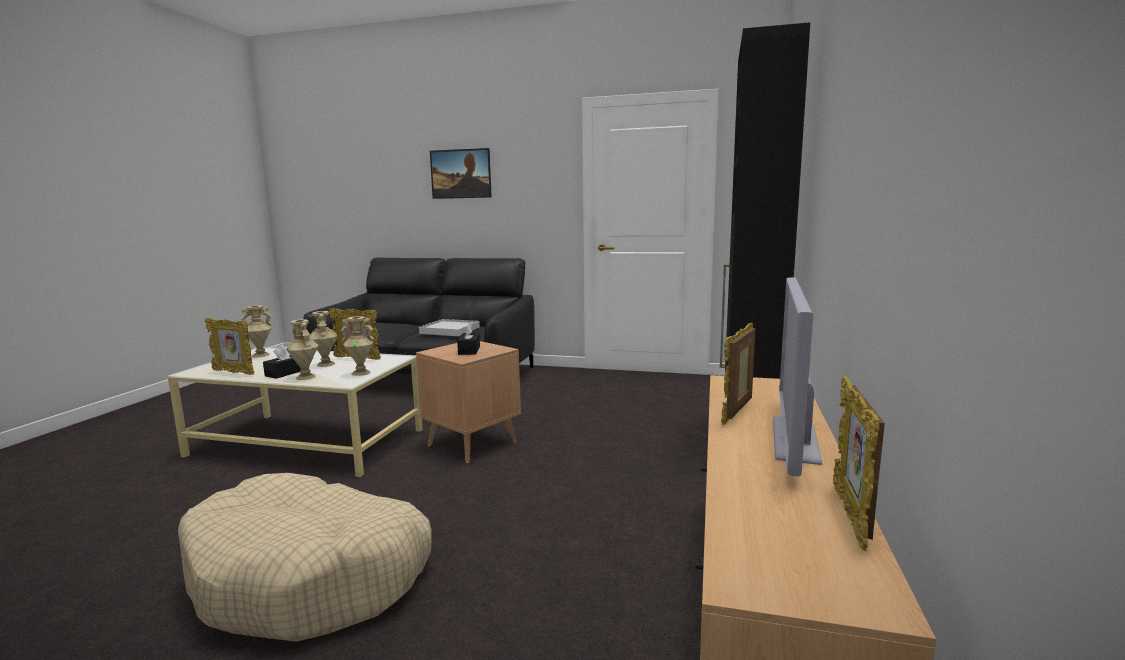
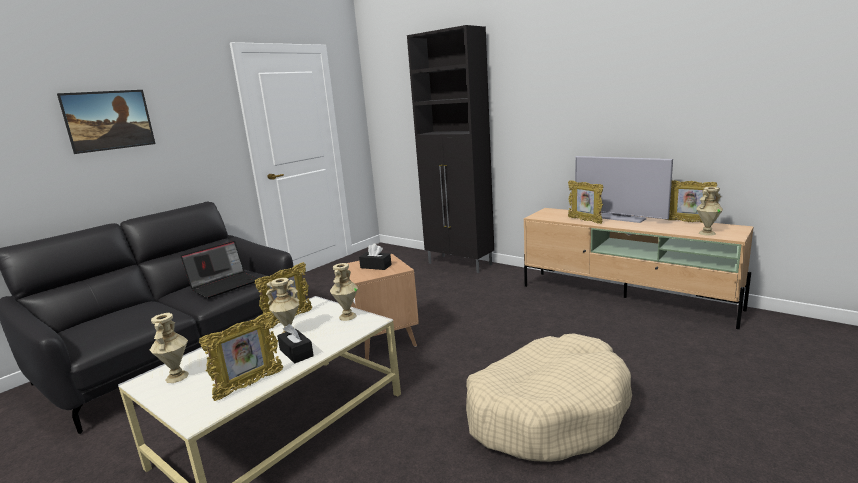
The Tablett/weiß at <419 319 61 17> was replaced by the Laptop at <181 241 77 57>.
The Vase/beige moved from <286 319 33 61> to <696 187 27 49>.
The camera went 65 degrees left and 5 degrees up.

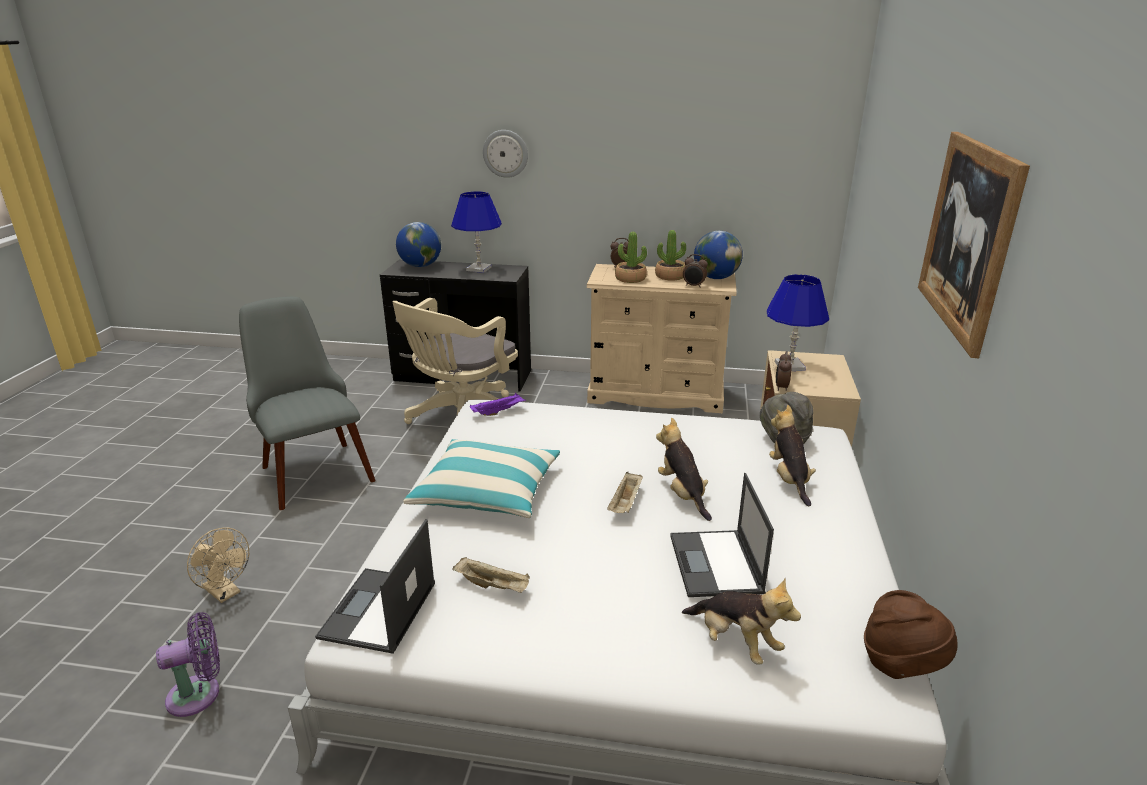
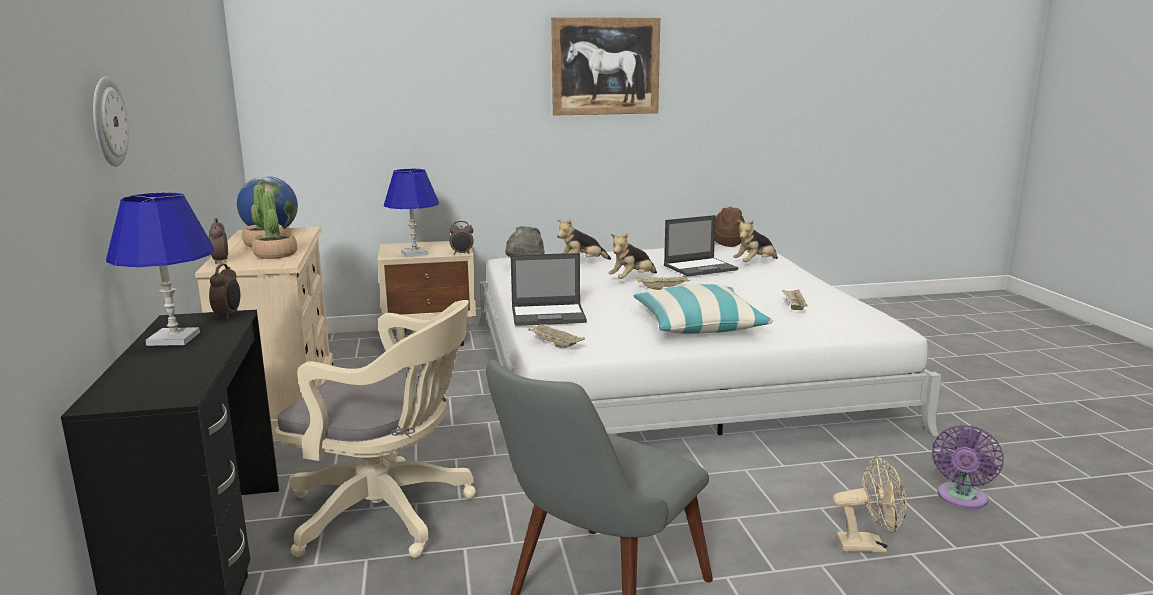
The Wecker moved from <683 254 25 34> to <209 264 31 55>.
The Laptop moved from <315 519 120 135> to <511 253 76 73>.
The Tablett/lila at <470 393 56 23> became the Tablett/beige at <528 323 57 25>.
The Plüschtier at <682 578 119 87> turned 150 degrees counterclockwise.
The Ventilator/beige at <187 527 62 76> turned 75 degrees clockwise.
The Ventilator/lila at <156 612 64 105> turned 105 degrees counterclockwise.
The Globus at <396 222 45 45> disappeared.
The camera went 110 degrees left and 10 degrees down.

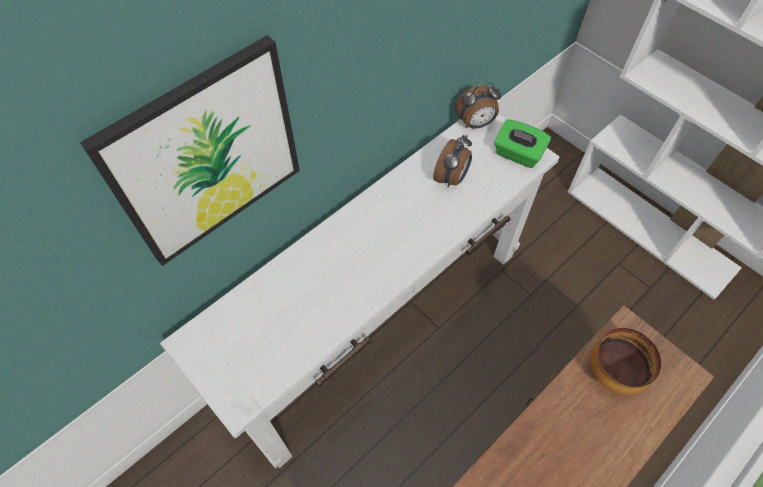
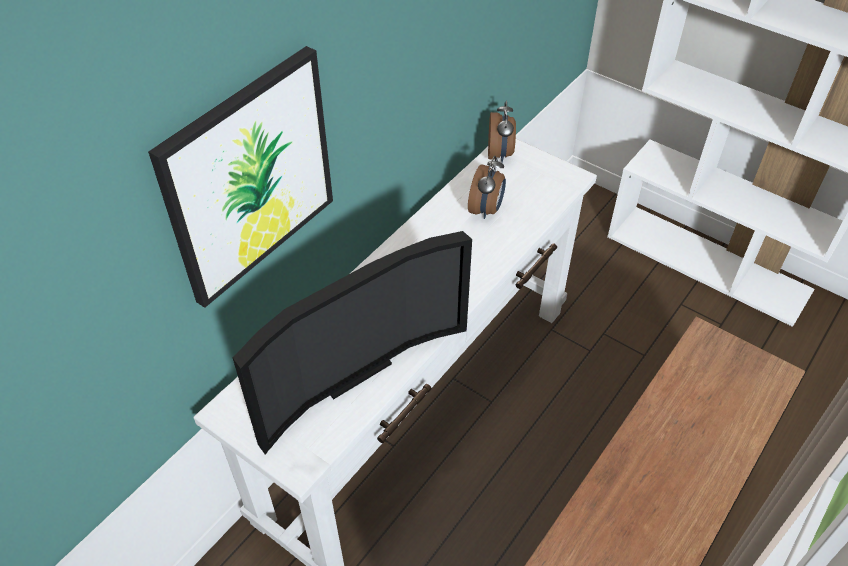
The Fernseher at <233 231 239 223> appeared.
The Wecker at <455 83 46 46> turned 60 degrees counterclockwise.
The Taschentuchbox/grün at <494 120 57 48> disappeared.
The Schüssel at <590 328 71 67> disappeared.
The camera went 10 degrees left and 10 degrees down.

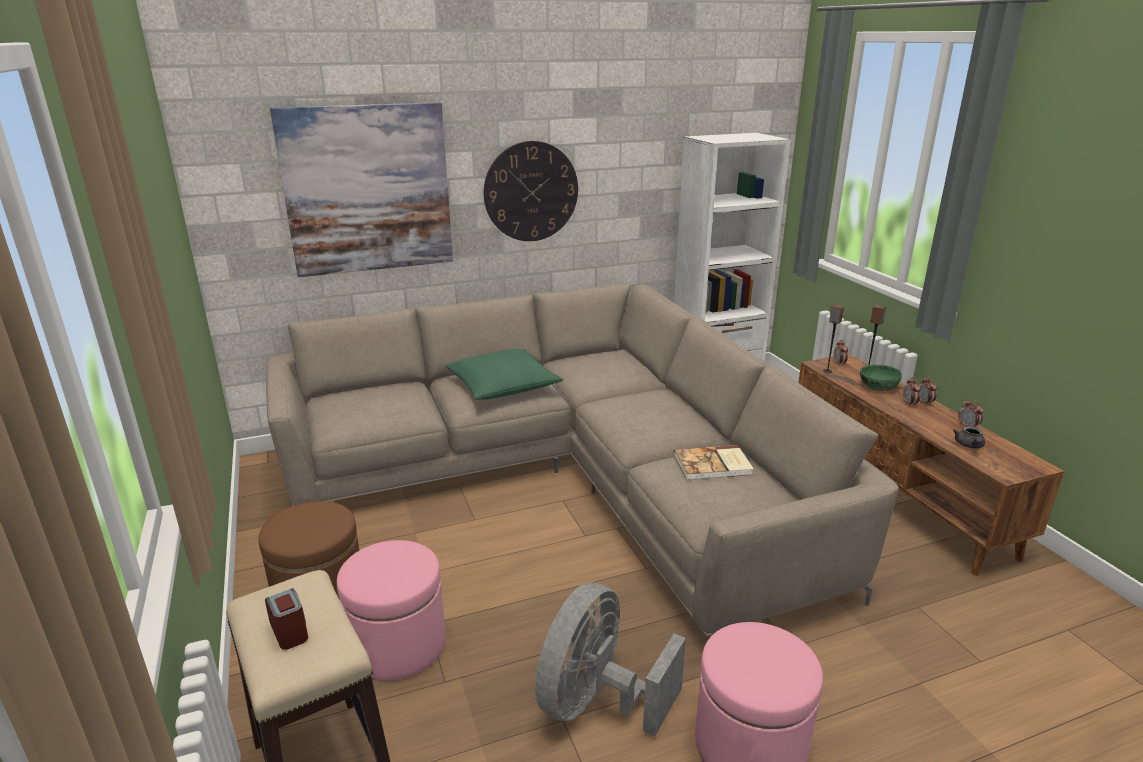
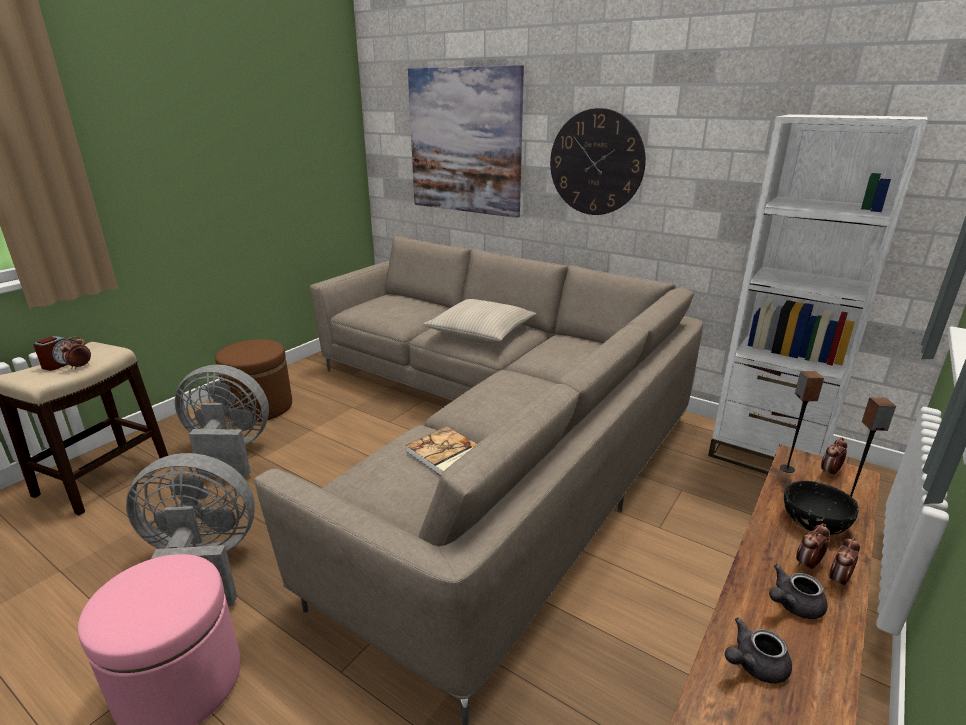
The Wecker moved from <958 399 26 28> to <60 336 31 33>.
The Polsterhocker/rosa at <337 540 109 140> was replaced by the Ventilator/grau at <175 365 94 113>.
The Kissen/grün at <445 349 118 51> became the Kissen/beige at <423 299 113 43>.
The Teekanne/grau at <769 564 59 55> appeared.
The Schüssel/grün at <860 365 42 26> became the Schüssel/schwarz at <784 481 75 54>.
The camera went 55 degrees right and 0 degrees up.

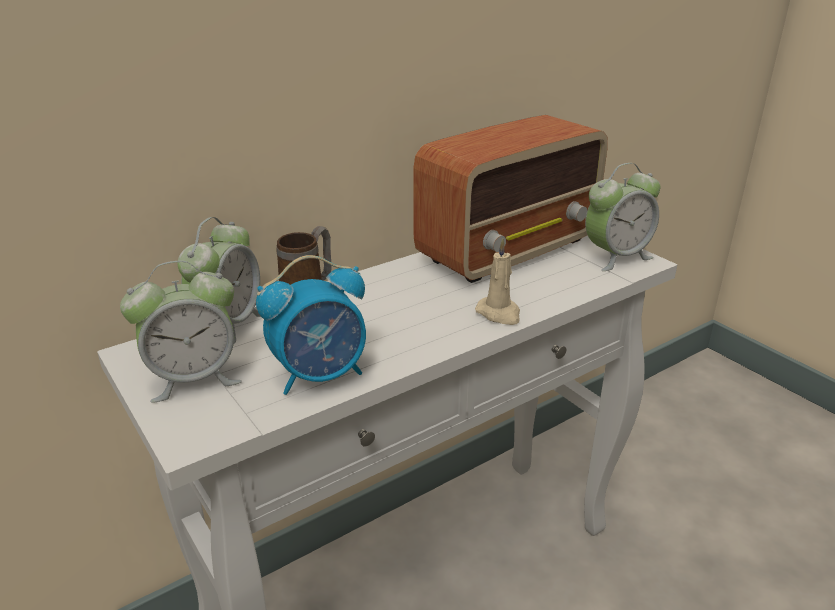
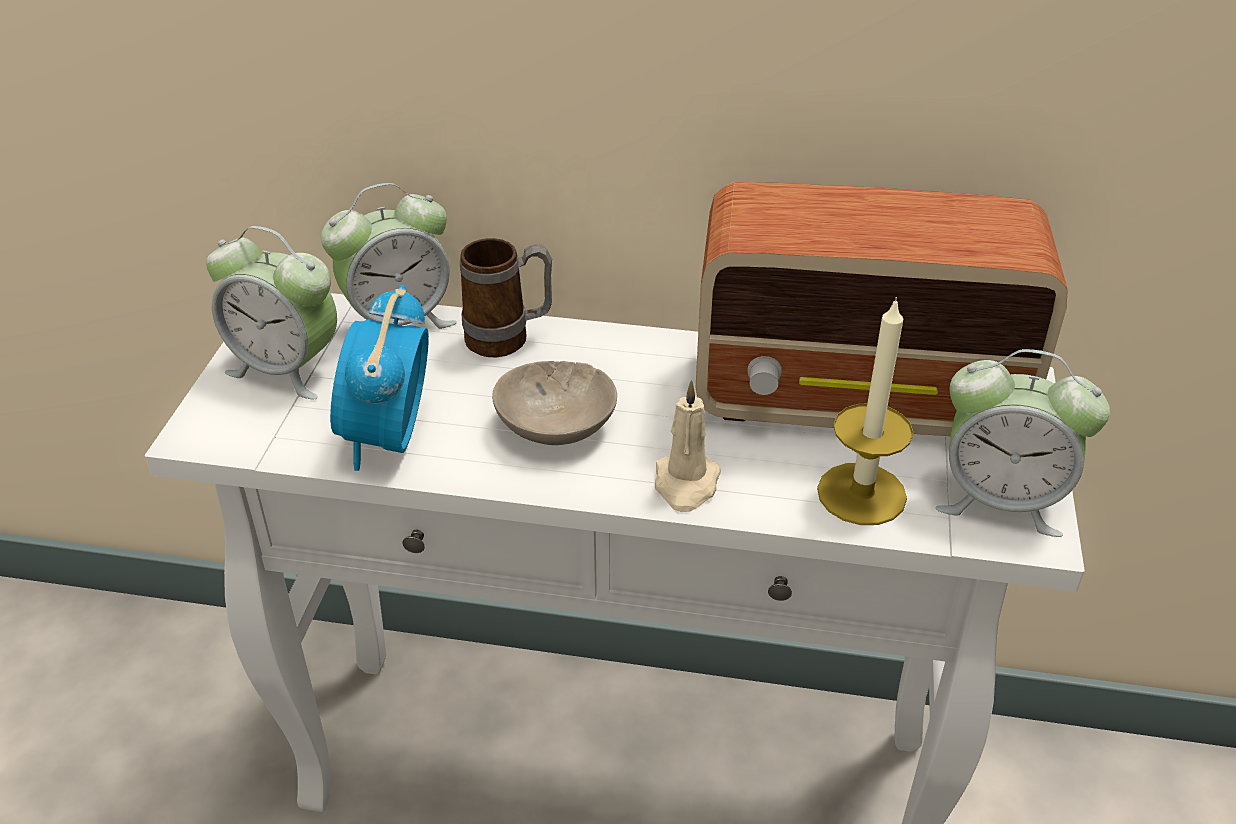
The Wecker at <256 255 110 140> turned 75 degrees clockwise.
The Schüssel/beige at <492 361 125 84> appeared.
The Kerze at <817 297 96 228> appeared.
The camera went 45 degrees right and 10 degrees up.

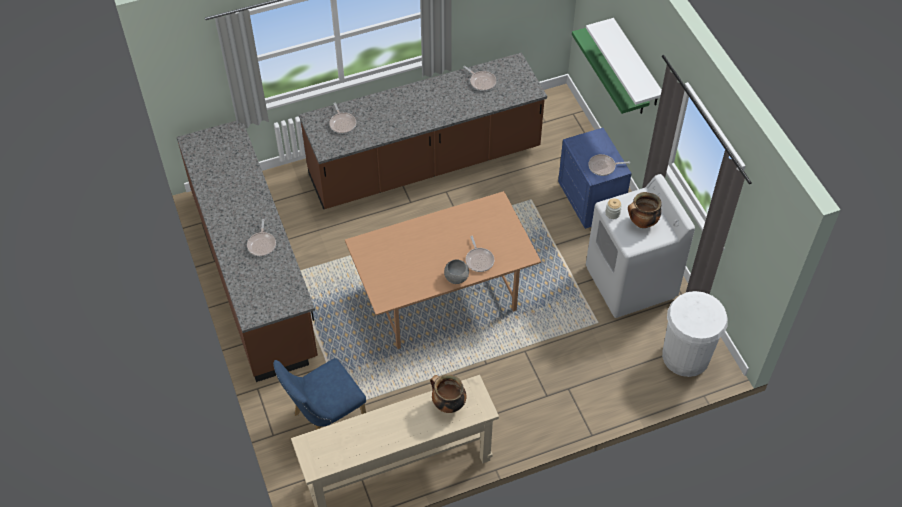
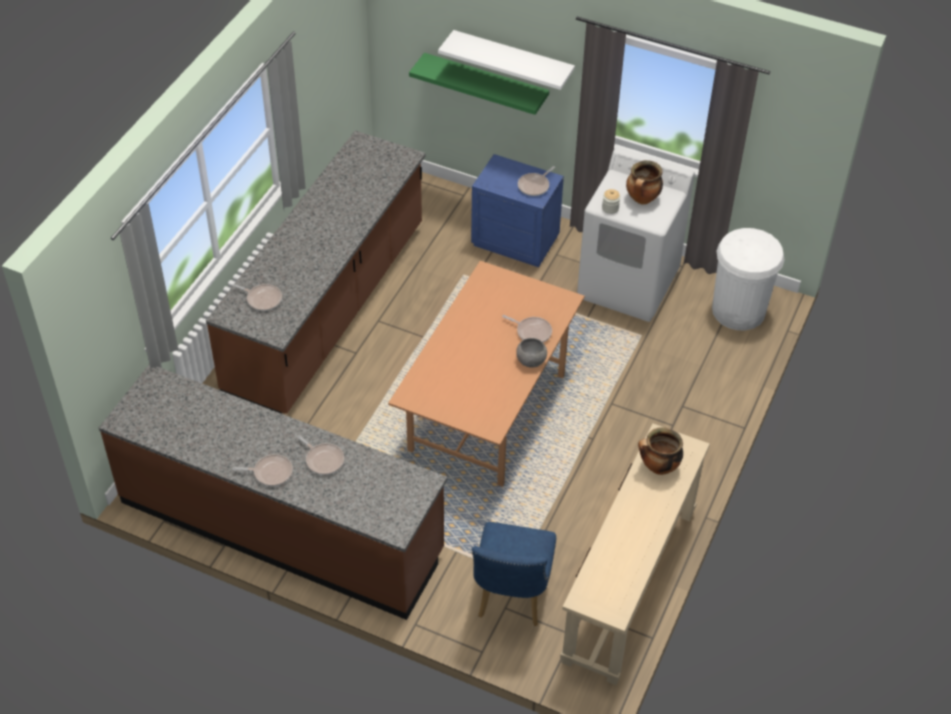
The Pfanne moved from <463 66 33 25> to <232 454 61 32>.
The camera went 45 degrees left and 5 degrees down.

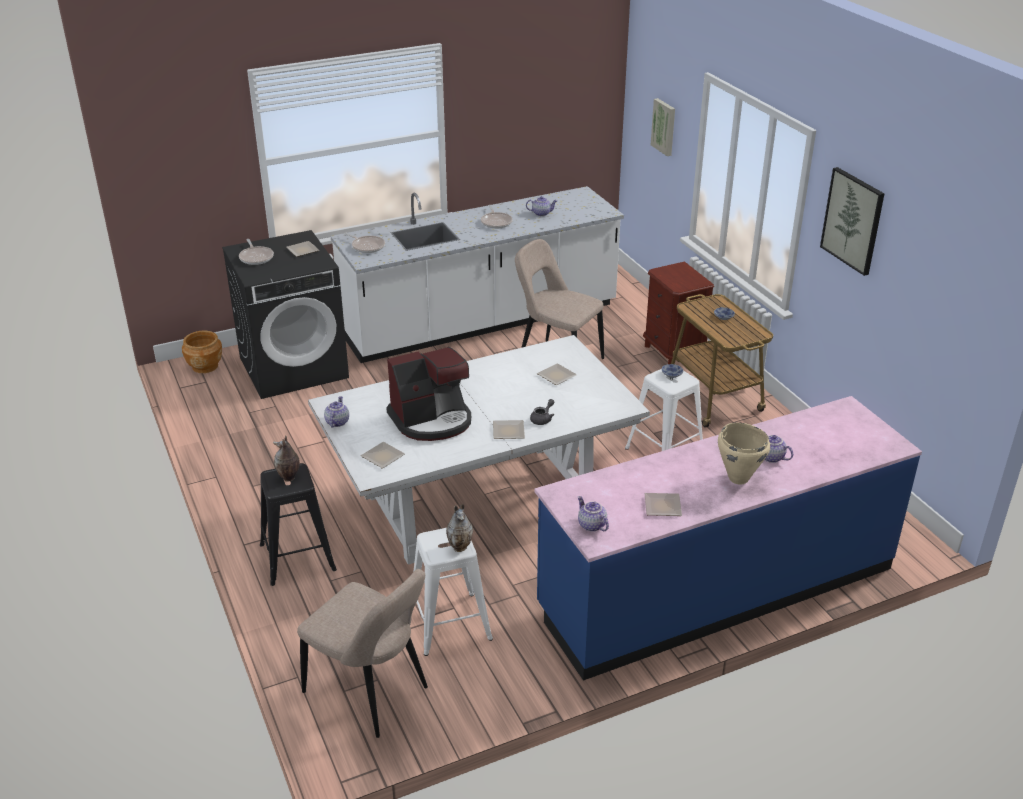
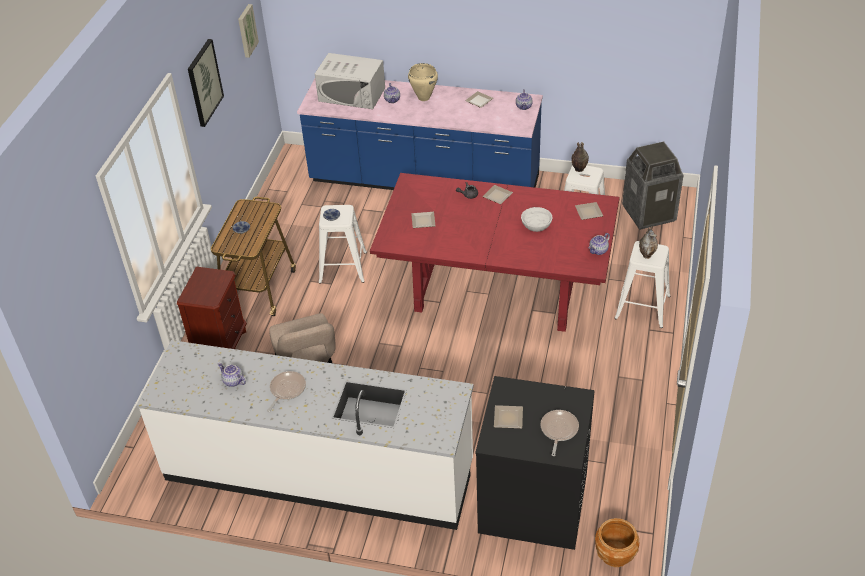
The Bild moved from <651 98 24 58> to <238 4 21 54>.
The Mikrowelle/weiß at <315 53 70 56> appeared.
The Esstisch/weiß at <308 335 342 230> became the Esstisch/rot at <370 173 250 159>.
The Kaffeemaschine at <386 347 85 94> was replaced by the Schüssel/weiß at <521 207 31 25>.
The Hocker/schwarz at <260 463 77 123> became the Hocker/weiß at <614 241 56 87>.
The Stuhl/beige at <297 569 131 169> was replaced by the Mülleimer at <622 141 62 89>.
The Pfanne at <343 232 42 21> disappeared.
The camera went 140 degrees left and 10 degrees up.

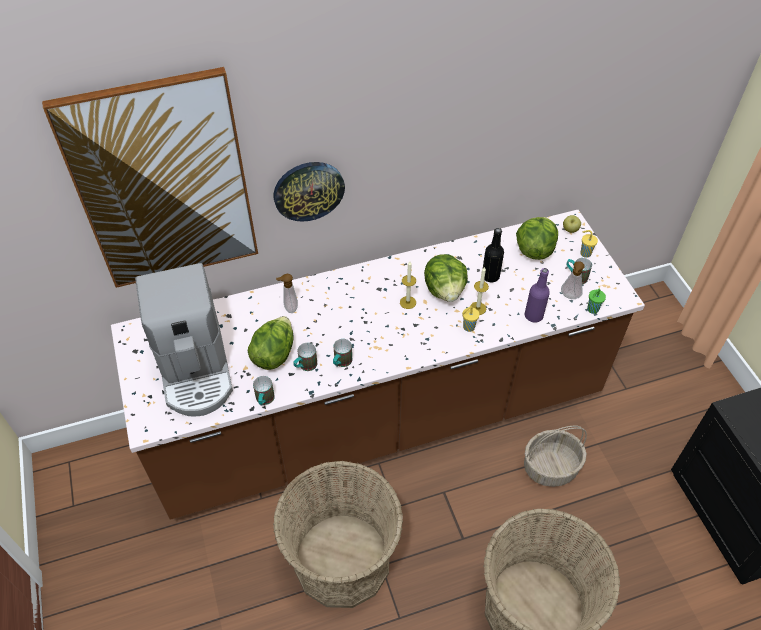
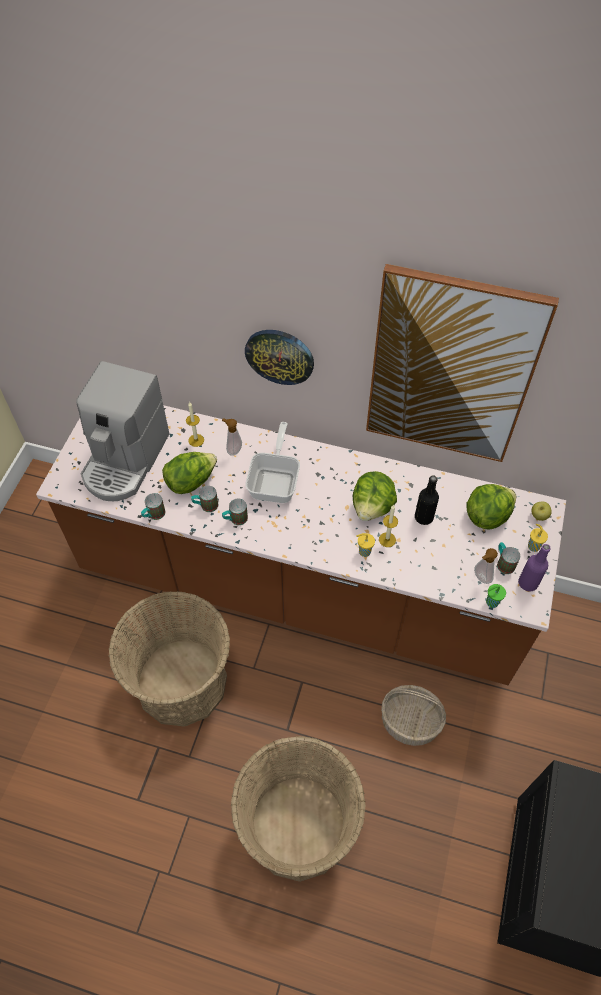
The Kerze moved from <400 261 16 48> to <186 402 18 45>.
The Pfanne at <245 422 55 81> appeared.
The Bild moved from <42 67 216 221> to <366 264 193 198>.
The Flasche/lila moved from <525 268 25 55> to <518 544 33 47>.
The camera went 35 degrees right and 5 degrees up.

